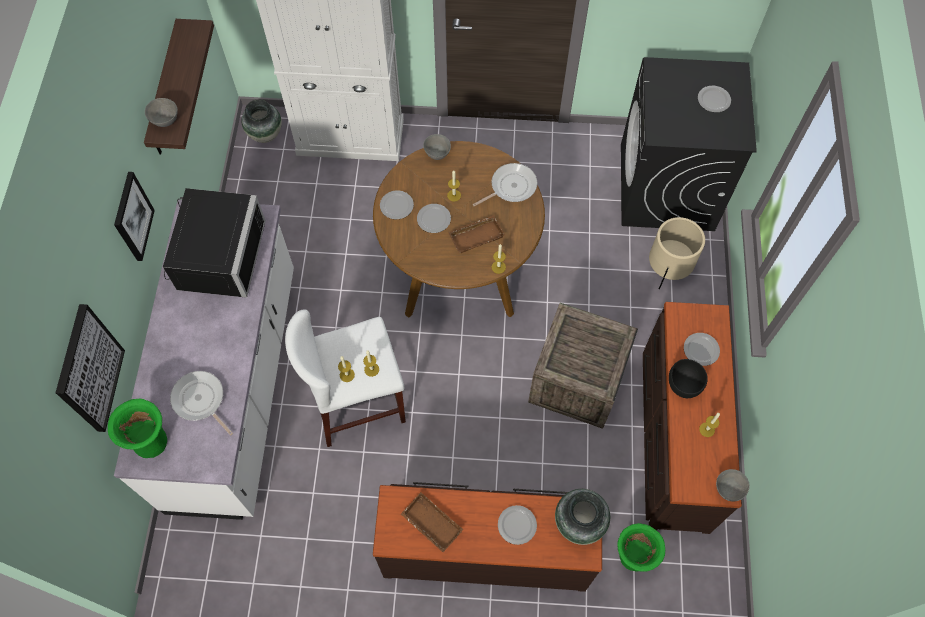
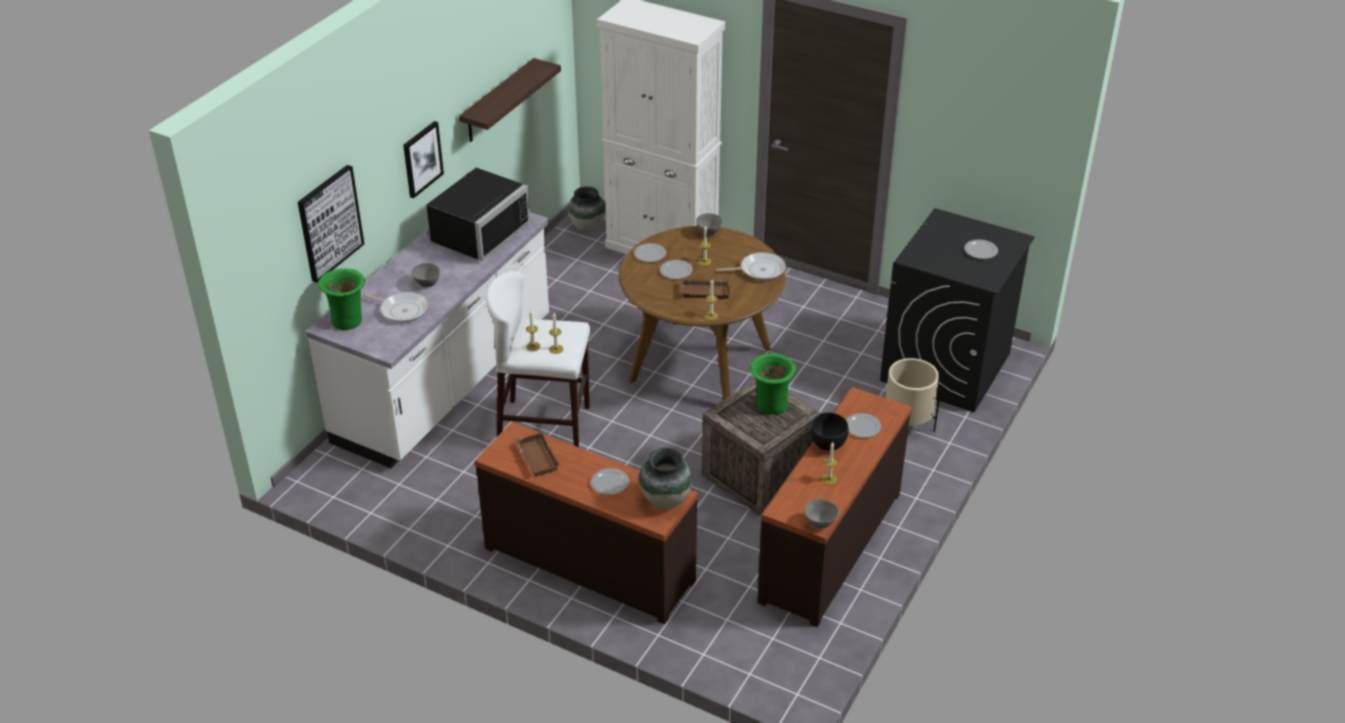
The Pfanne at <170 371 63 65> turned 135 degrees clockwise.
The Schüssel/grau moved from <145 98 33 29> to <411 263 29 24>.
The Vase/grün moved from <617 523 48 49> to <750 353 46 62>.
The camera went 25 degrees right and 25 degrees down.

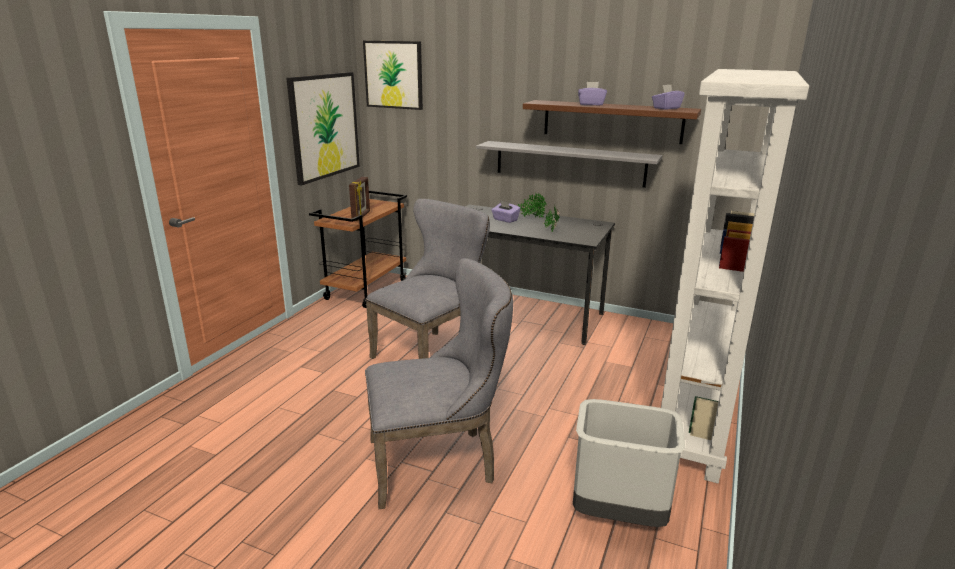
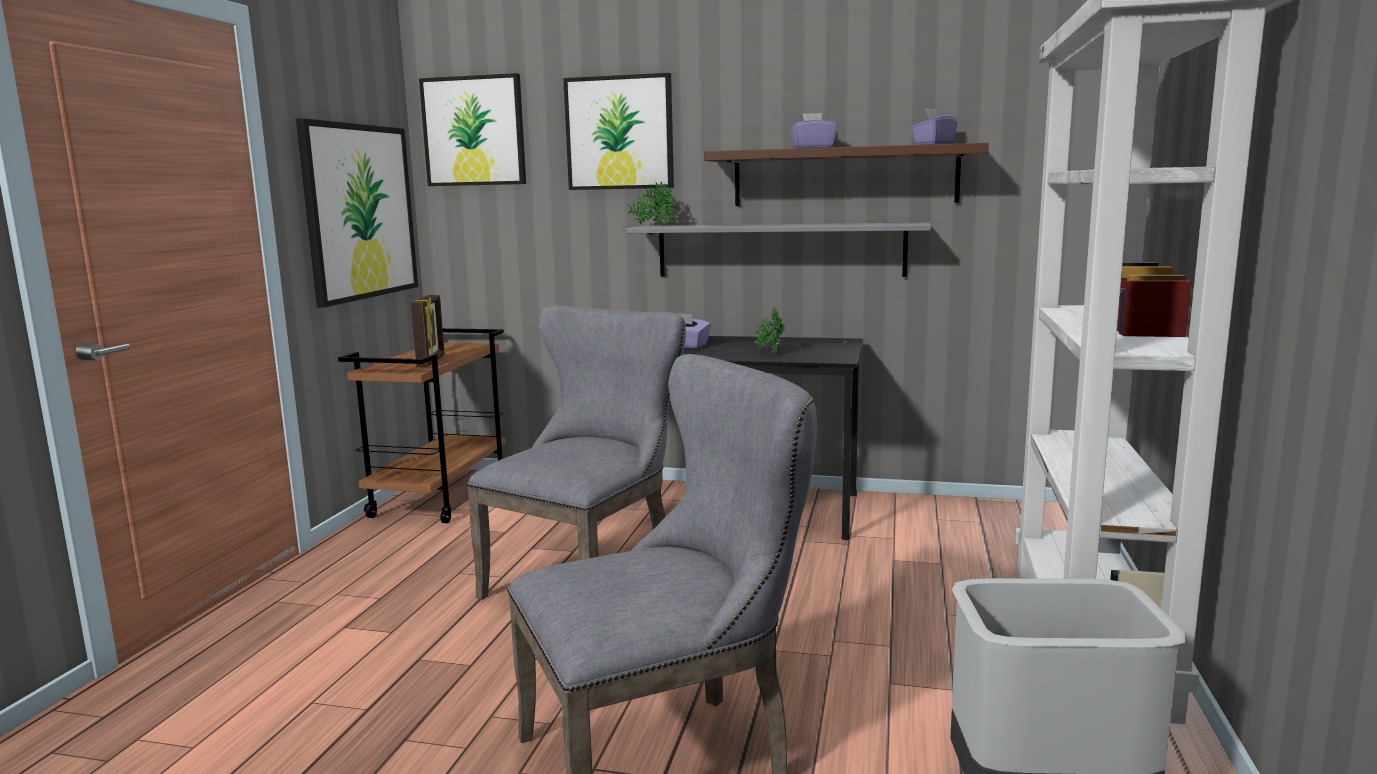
The Bild at <563 73 111 117> appeared.
The Topfpflanze moved from <518 192 29 26> to <628 182 48 44>.
The camera went 10 degrees left and 10 degrees down.

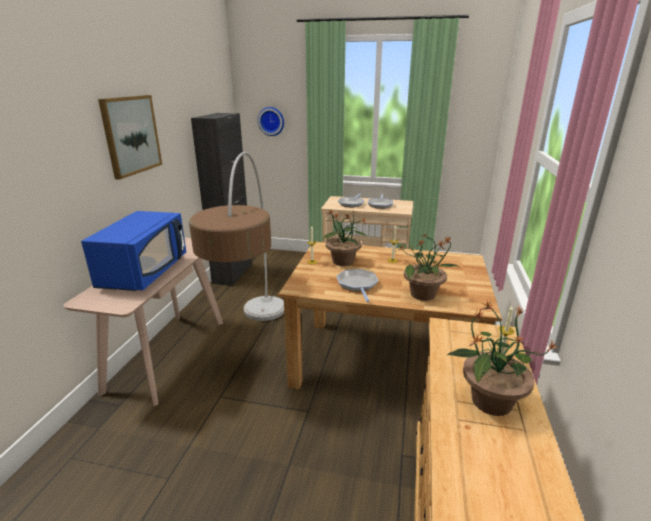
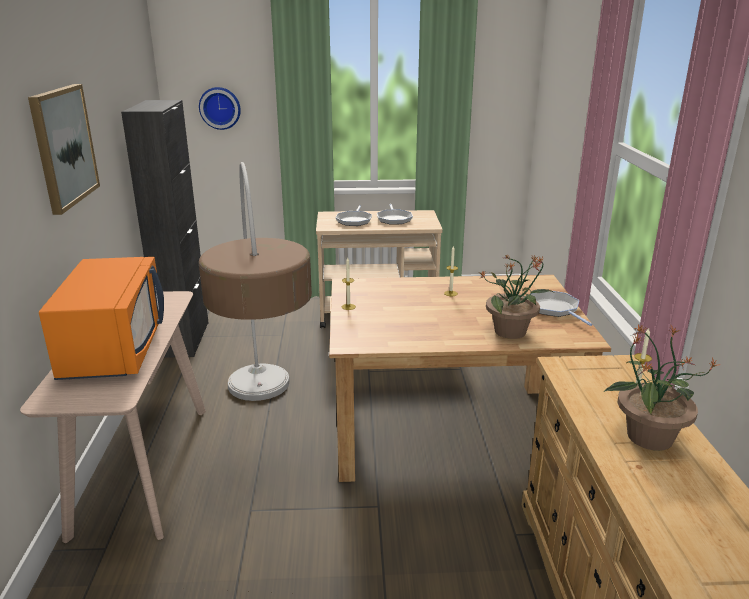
The Mikrowelle/blau at <81 211 105 80> became the Mikrowelle/orange at <39 257 125 123>.
The Pfanne moved from <337 269 41 33> to <531 291 62 35>.
The Topfpflanze at <322 209 46 57> disappeared.
The camera went 15 degrees left and 0 degrees up.

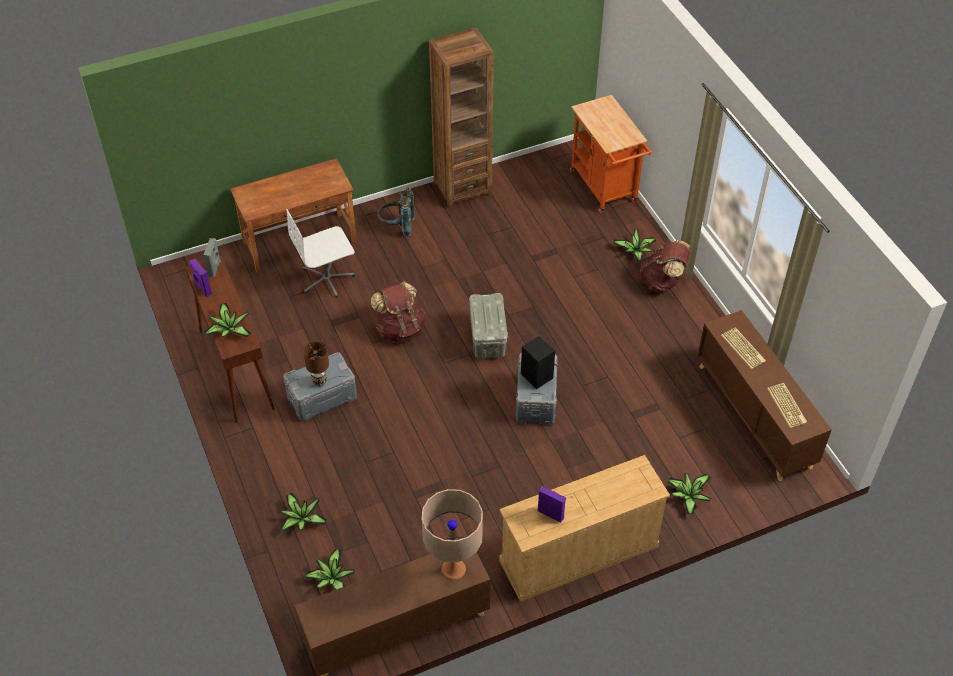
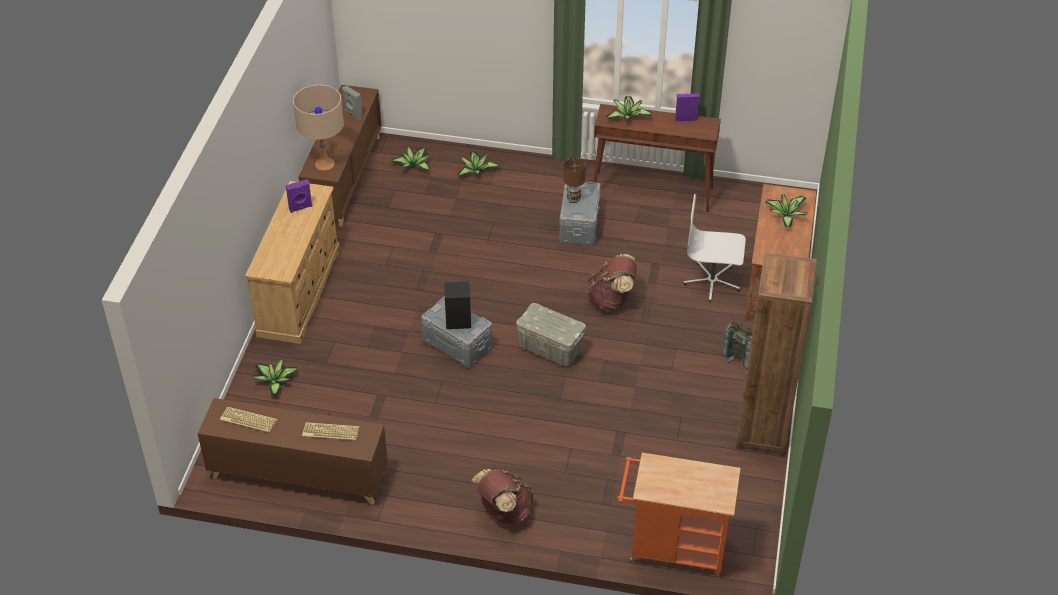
The Lautsprecher/grau moved from <204 238 17 40> to <343 85 20 35>.
The Bürostuhl/weiß at <286 209 69 89> turned 90 degrees counterclockwise.
The Topfpflanze moved from <614 229 42 32> to <765 194 42 33>.
The camera went 125 degrees right and 5 degrees down.

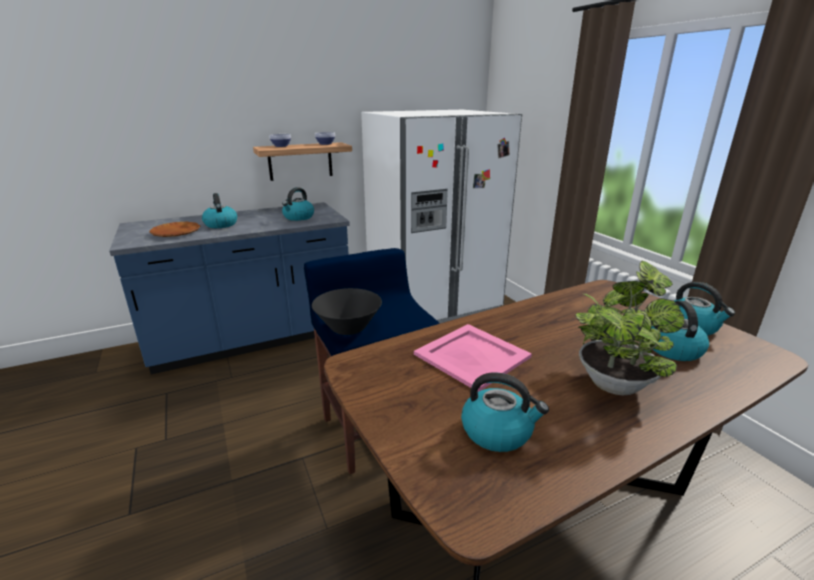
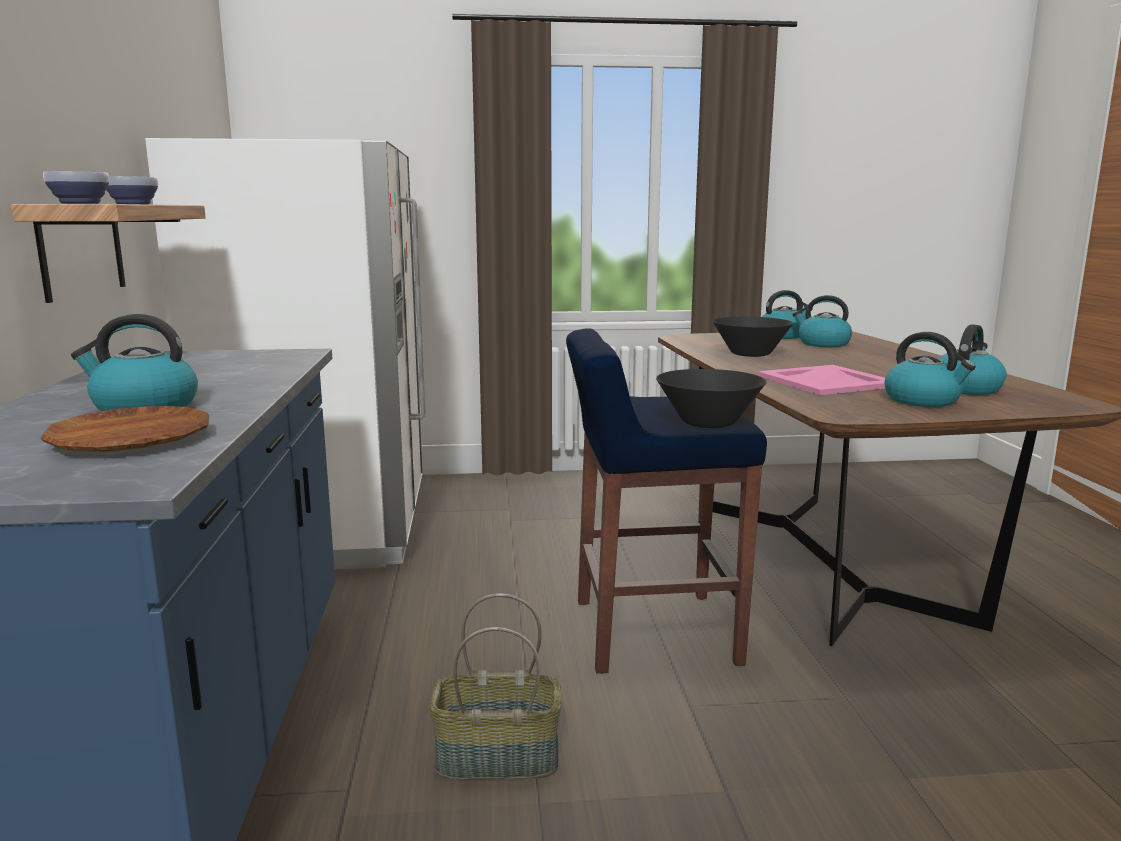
The Korb at <429 593 132 186> appeared.
The Schüssel/schwarz at <713 317 81 40> appeared.
The Wasserkessel moved from <282 187 32 34> to <885 332 91 75>.
The Topfpflanze at <575 261 109 134> disappeared.
The camera went 70 degrees left and 10 degrees down.

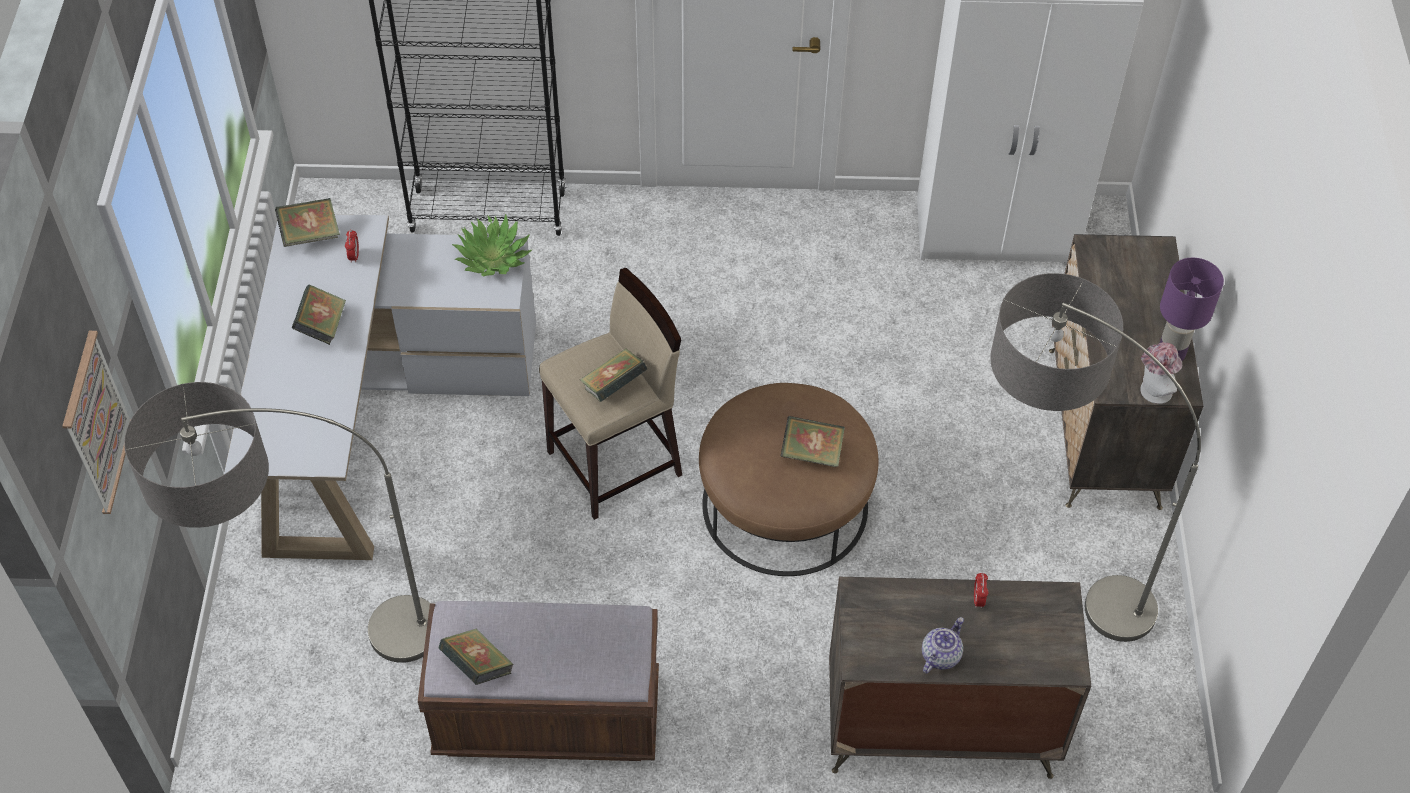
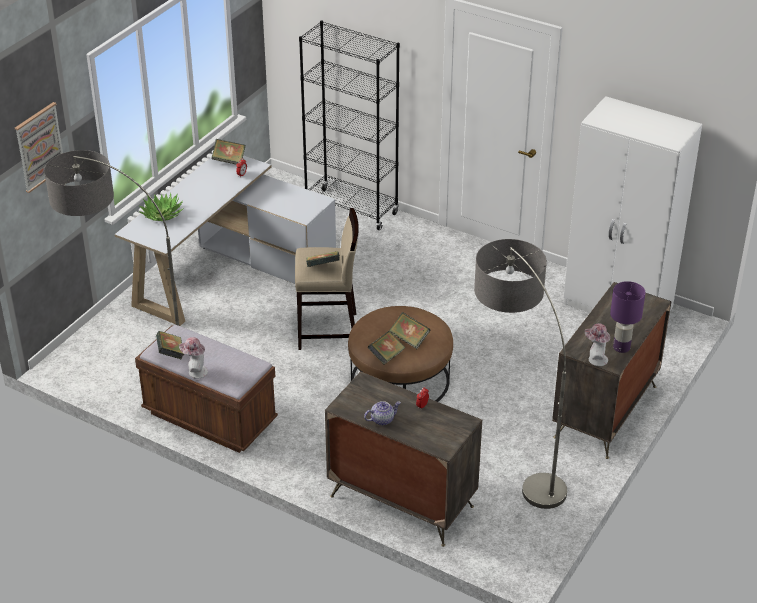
The Topfpflanze moved from <452 214 80 63> to <139 193 45 28>.
The Hut at <179 337 29 41> appeared.
The Buch moved from <292 284 54 61> to <368 331 38 34>.
The camera went 30 degrees right and 15 degrees down.

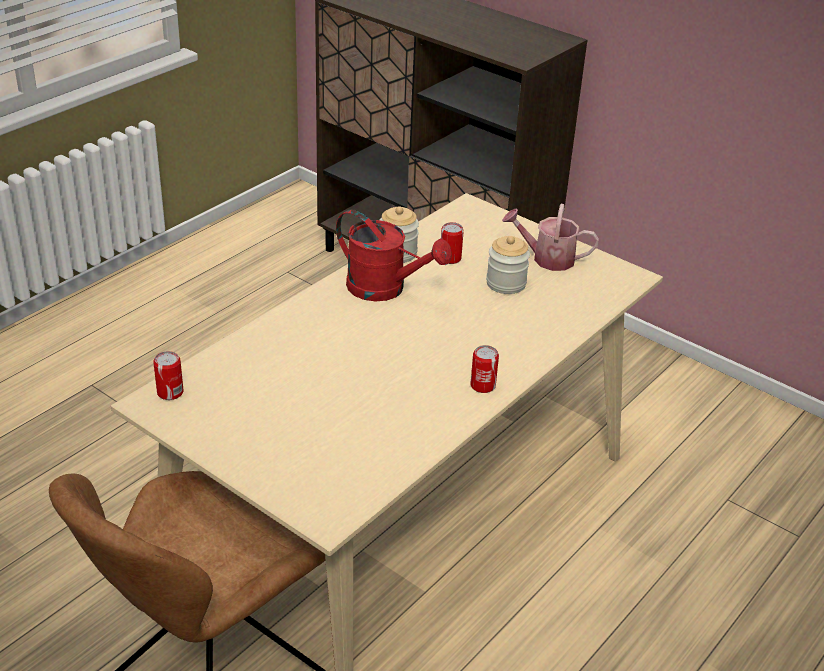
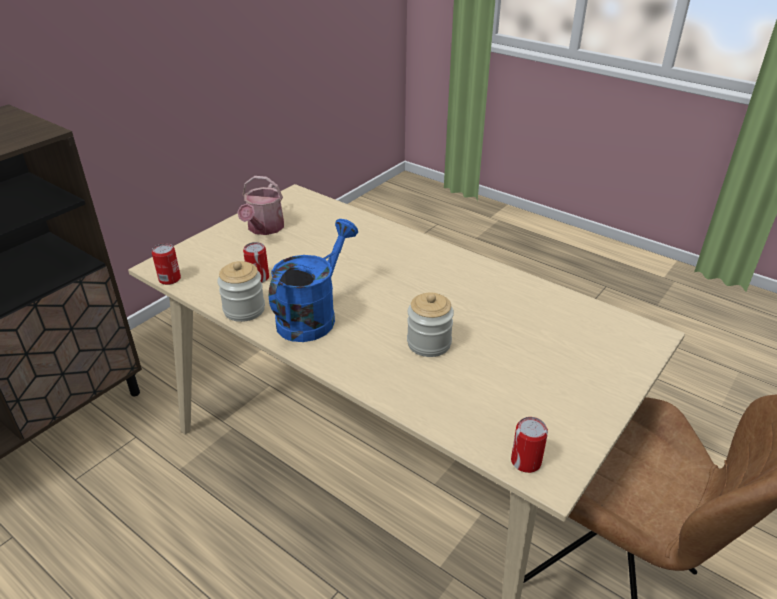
The Dose moved from <470 345 29 48> to <152 243 29 42>.
The Gießkanne/rot at <336 209 116 93> became the Gießkanne/blau at <269 219 89 123>.
The Vorratsglas moved from <486 236 44 58> to <407 292 47 65>.
The camera went 90 degrees left and 0 degrees up.

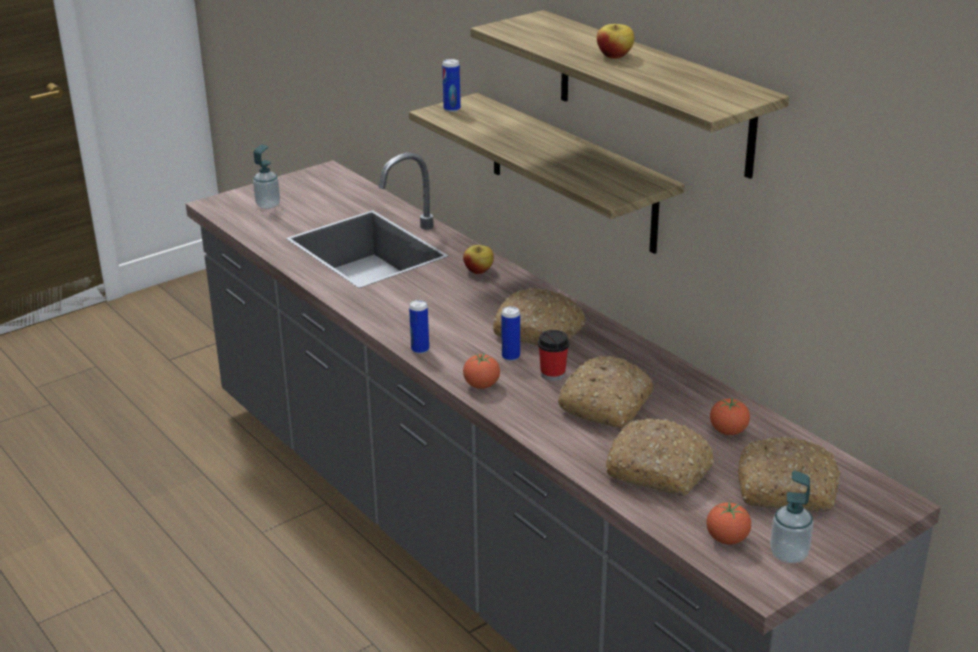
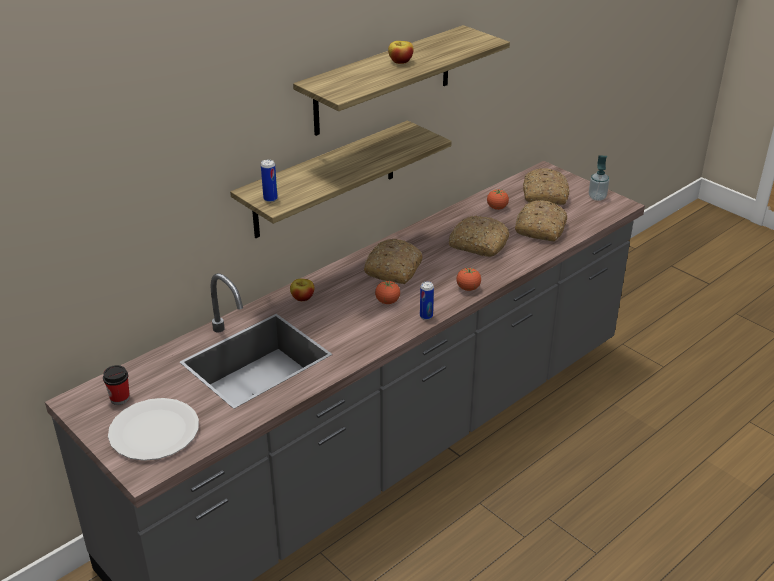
The Tasse moved from <538 330 31 51> to <103 365 27 40>.
The Seifenspender at <253 144 27 65> was replaced by the Teller/weiß at <108 398 91 63>.
The Tomate moved from <706 501 45 44> to <375 281 25 23>.
The Dose at <501 306 19 55> disappeared.
The camera went 95 degrees left and 5 degrees up.

